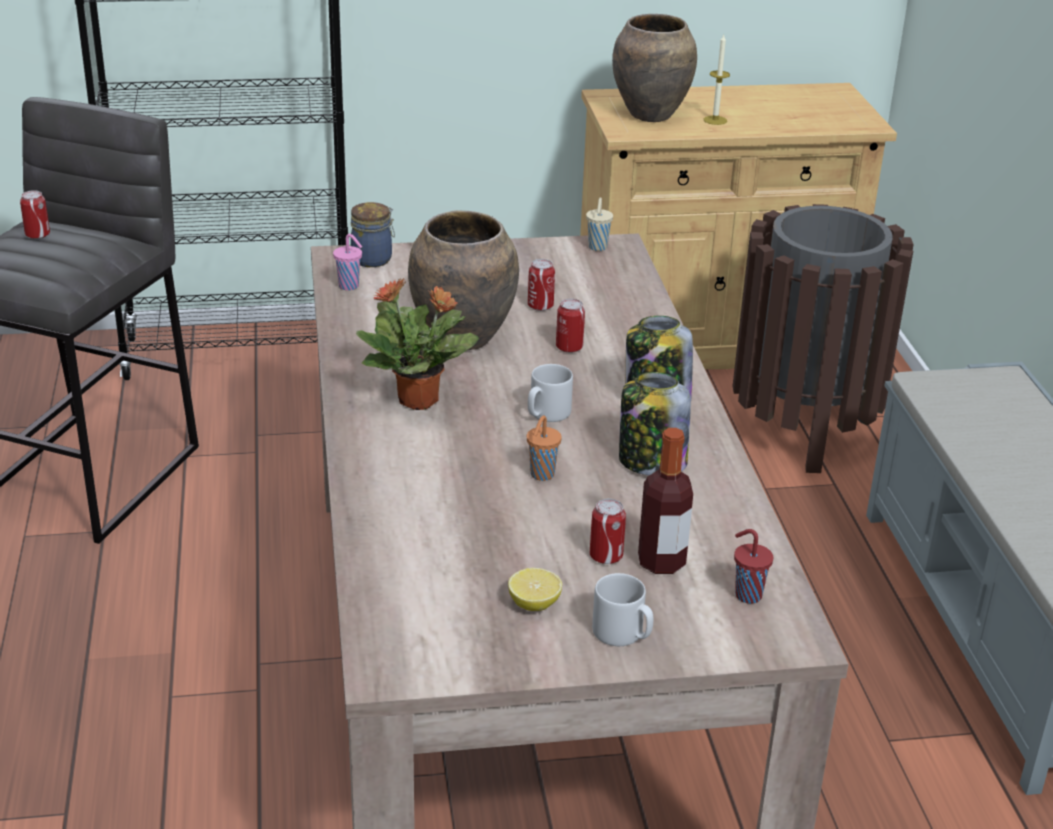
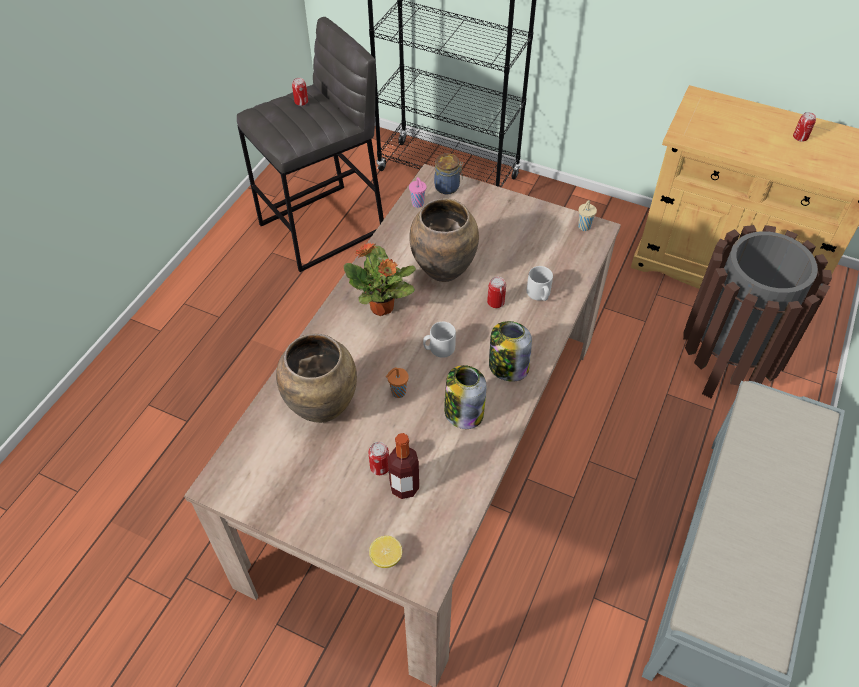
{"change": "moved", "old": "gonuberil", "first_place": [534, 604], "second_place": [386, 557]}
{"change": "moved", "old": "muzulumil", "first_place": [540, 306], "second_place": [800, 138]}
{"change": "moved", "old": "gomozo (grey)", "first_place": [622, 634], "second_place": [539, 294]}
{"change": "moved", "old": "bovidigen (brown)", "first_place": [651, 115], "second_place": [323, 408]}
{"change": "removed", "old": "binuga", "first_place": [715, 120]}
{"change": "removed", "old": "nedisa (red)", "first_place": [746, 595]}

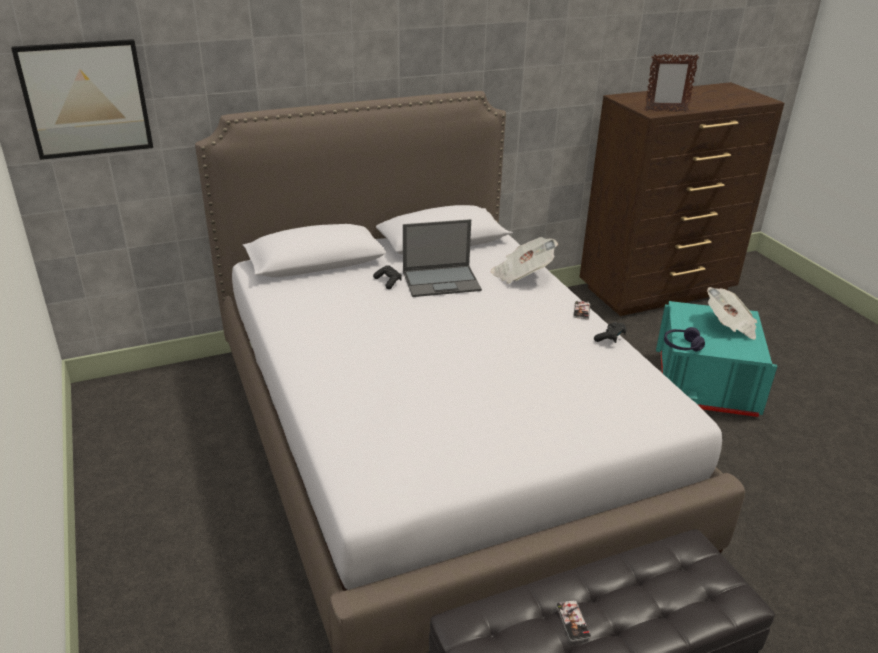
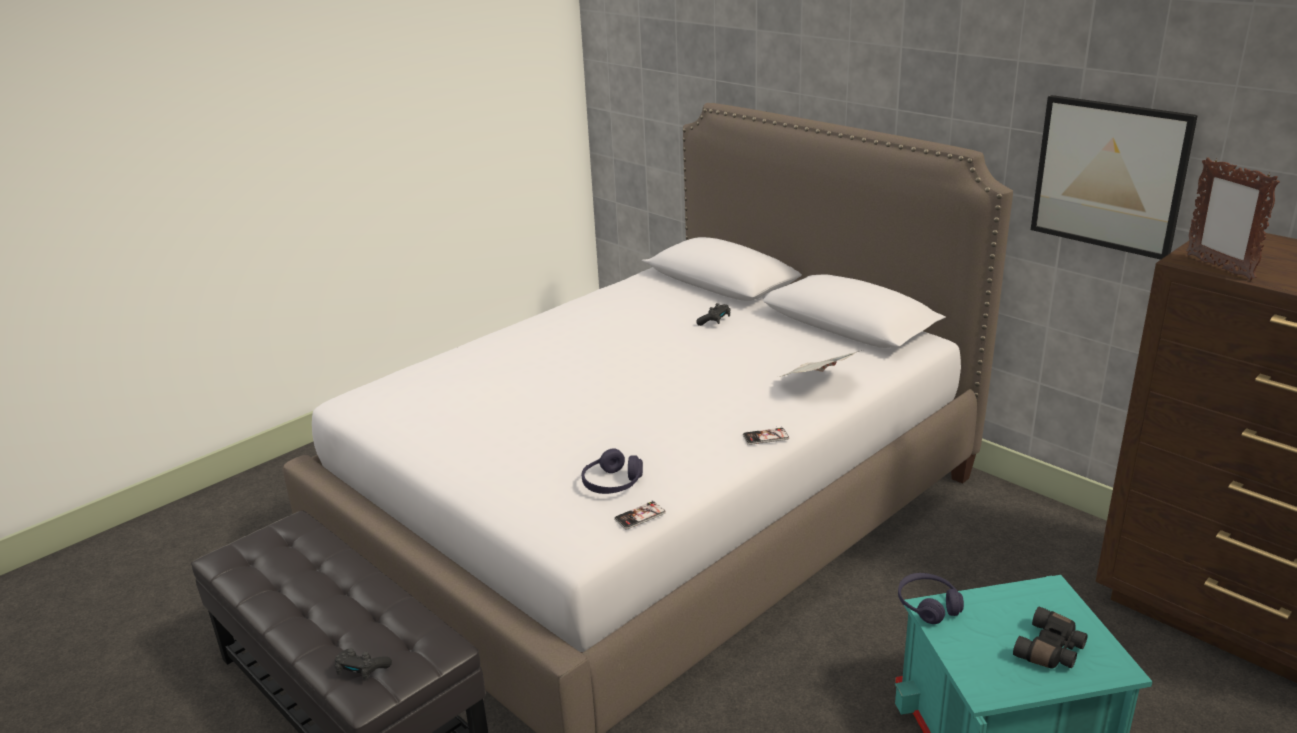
{"change": "moved", "old": "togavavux", "first_place": [86, 99], "second_place": [1109, 175]}
{"change": "removed", "old": "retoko", "first_place": [442, 281]}
{"change": "moved", "old": "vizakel", "first_place": [573, 621], "second_place": [640, 516]}
{"change": "moved", "old": "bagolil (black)", "first_place": [610, 338], "second_place": [361, 670]}
{"change": "replaced", "old": "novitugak", "new": "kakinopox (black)", "first_place": [730, 326], "second_place": [1051, 650]}
{"change": "added", "new": "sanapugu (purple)", "second_place": [612, 484]}

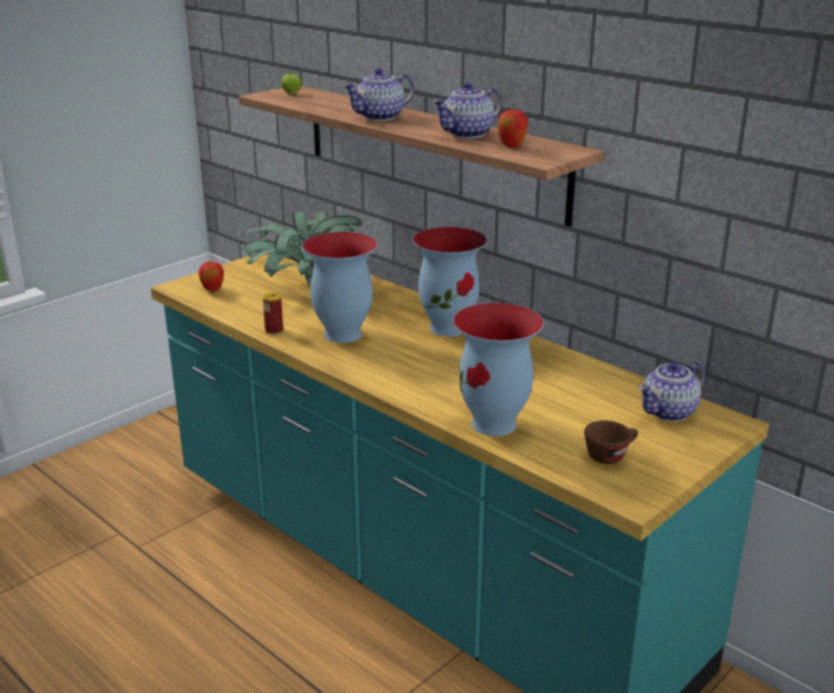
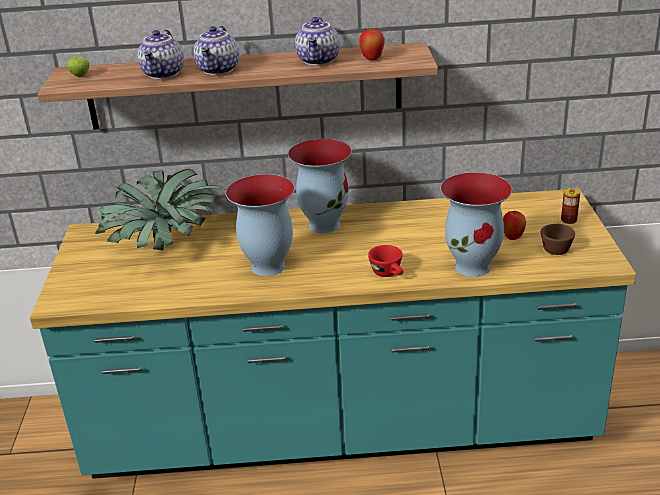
{"change": "moved", "old": "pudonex", "first_place": [213, 290], "second_place": [512, 238]}
{"change": "moved", "old": "muzulumil", "first_place": [274, 330], "second_place": [568, 220]}
{"change": "moved", "old": "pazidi", "first_place": [669, 413], "second_place": [164, 74]}
{"change": "added", "new": "nedisa (red)", "second_place": [389, 274]}

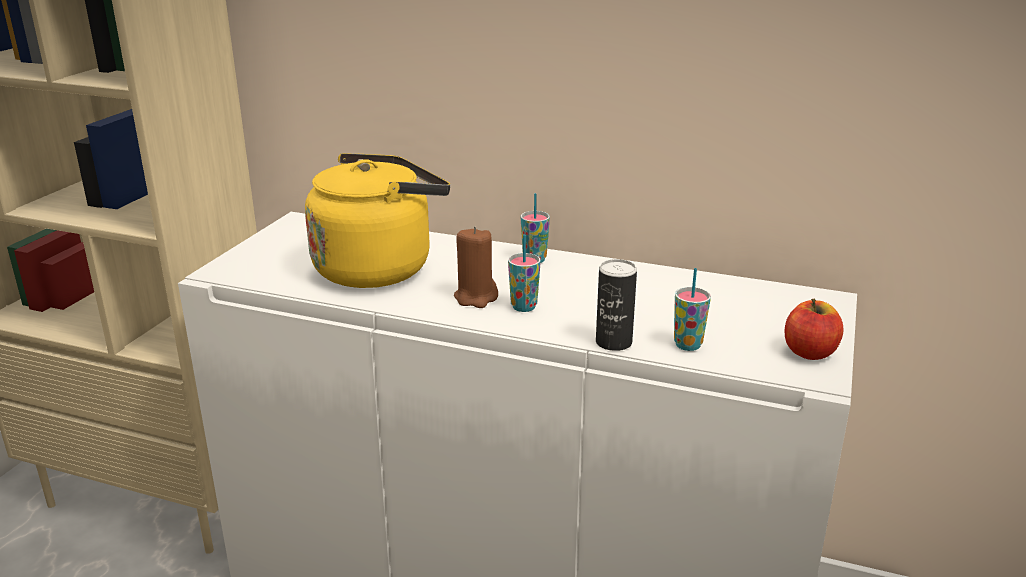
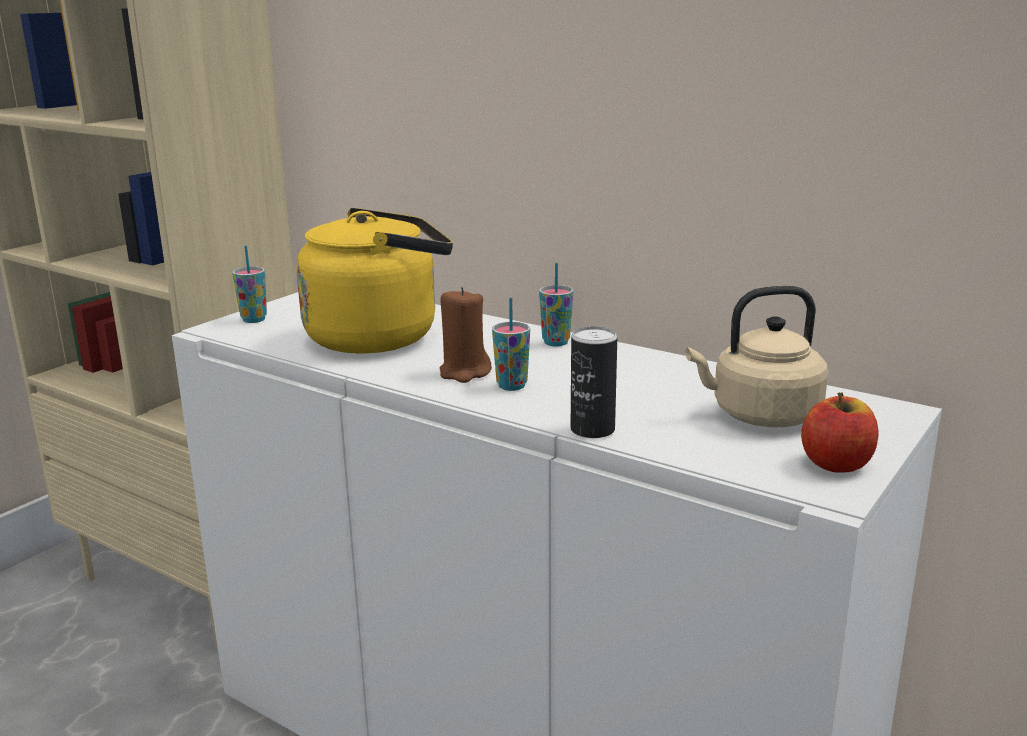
{"change": "moved", "old": "nedisa", "first_place": [688, 345], "second_place": [254, 319]}
{"change": "added", "new": "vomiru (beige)", "second_place": [760, 416]}

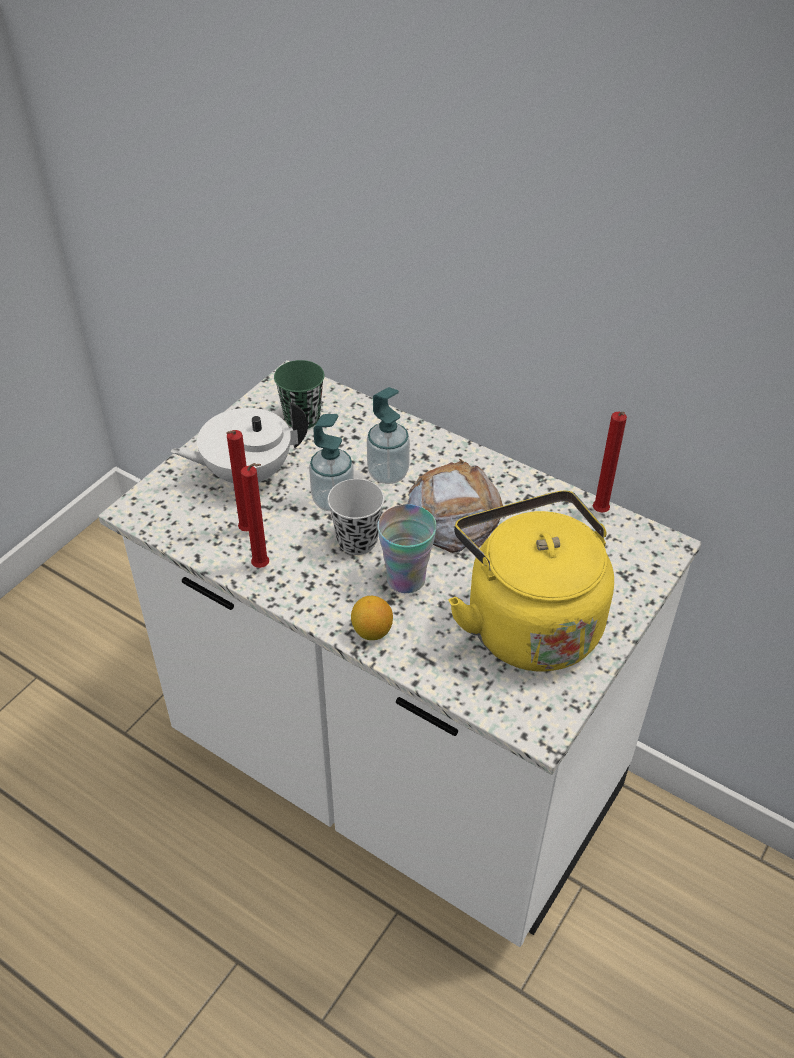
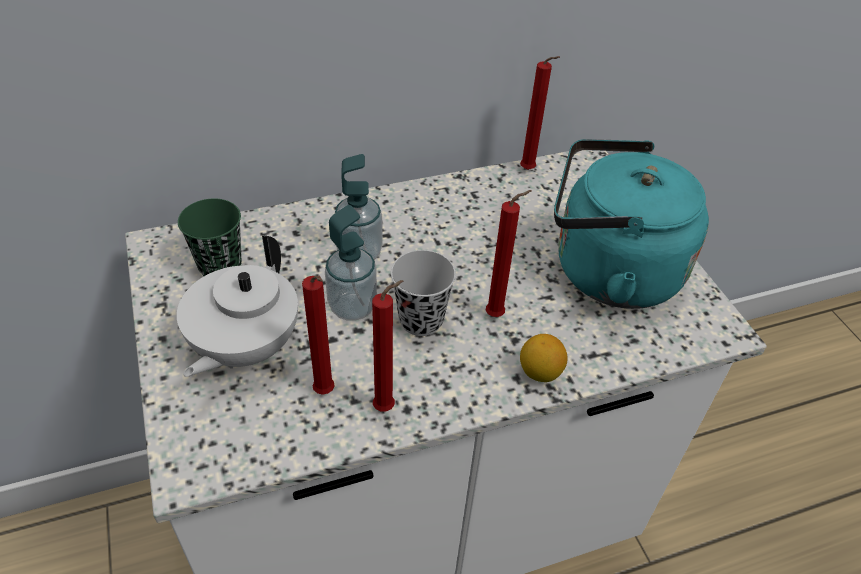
{"change": "replaced", "old": "nedisa", "new": "binuga (red)", "first_place": [406, 579], "second_place": [497, 315]}
{"change": "removed", "old": "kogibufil", "first_place": [453, 514]}
{"change": "recoloured", "old": "vomiru (yellow)", "new": "vomiru (turquoise)", "first_place": [528, 621], "second_place": [607, 271]}

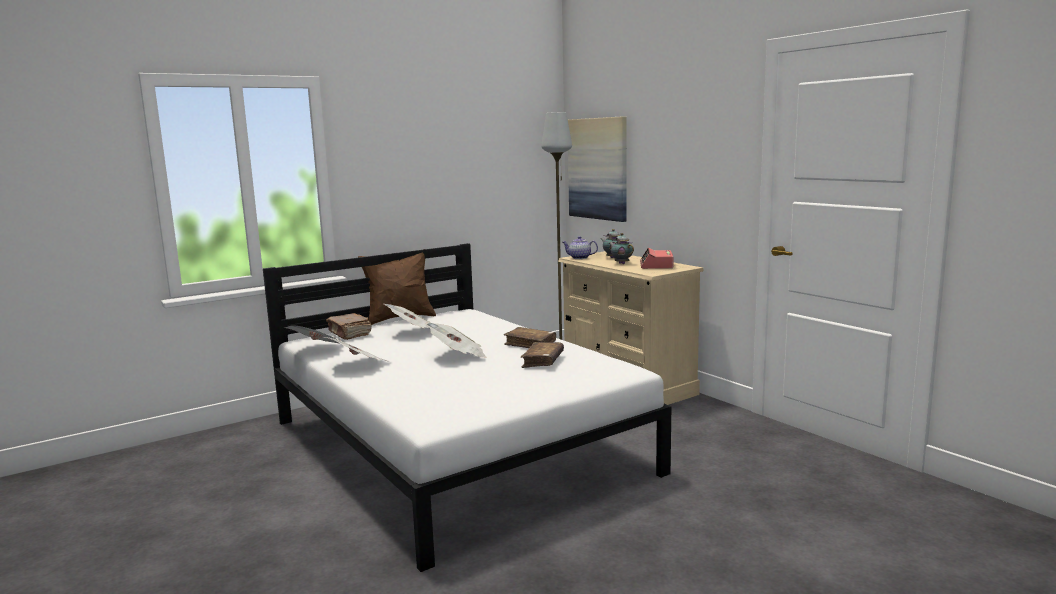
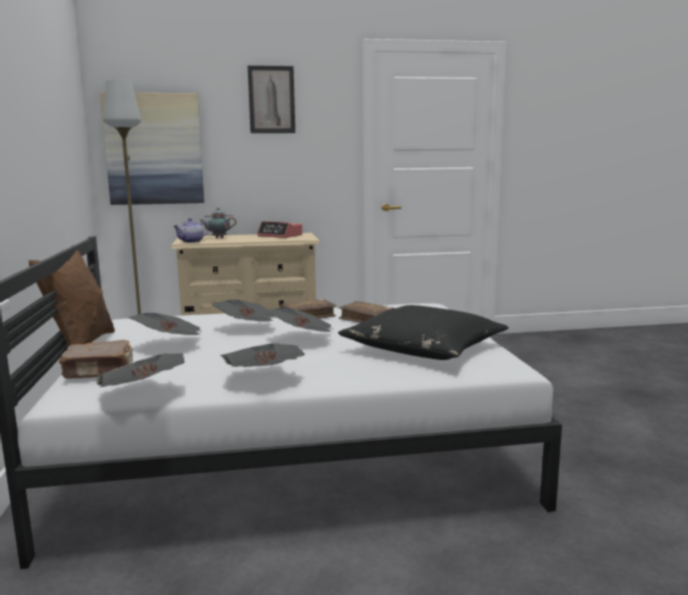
{"change": "removed", "old": "pazidi", "first_place": [621, 263]}
{"change": "added", "new": "novitugak", "second_place": [248, 329]}
{"change": "added", "new": "togavavux", "second_place": [271, 100]}
{"change": "added", "new": "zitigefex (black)", "second_place": [424, 348]}

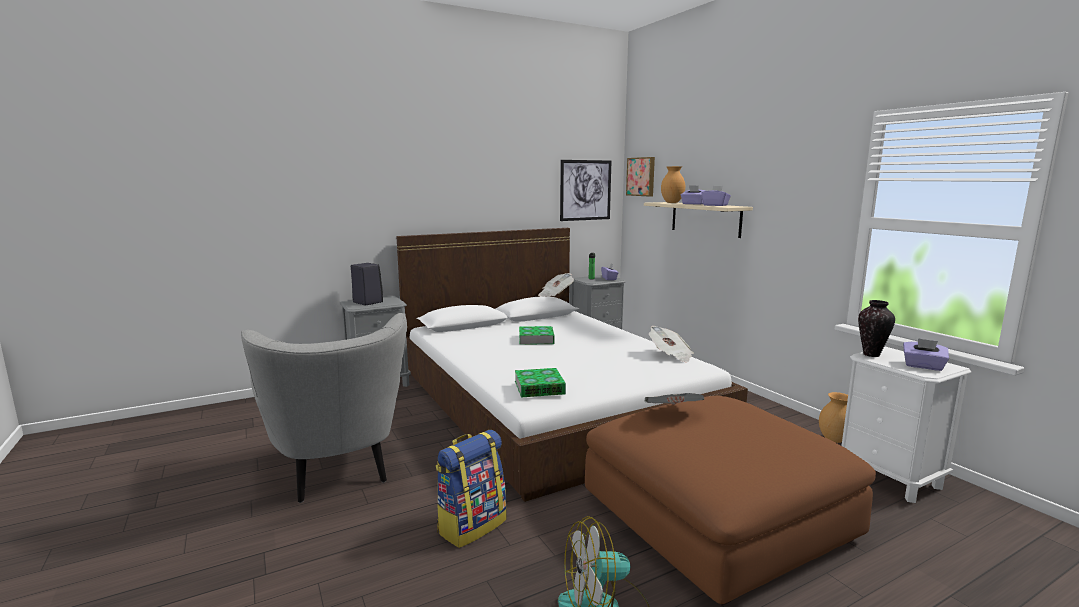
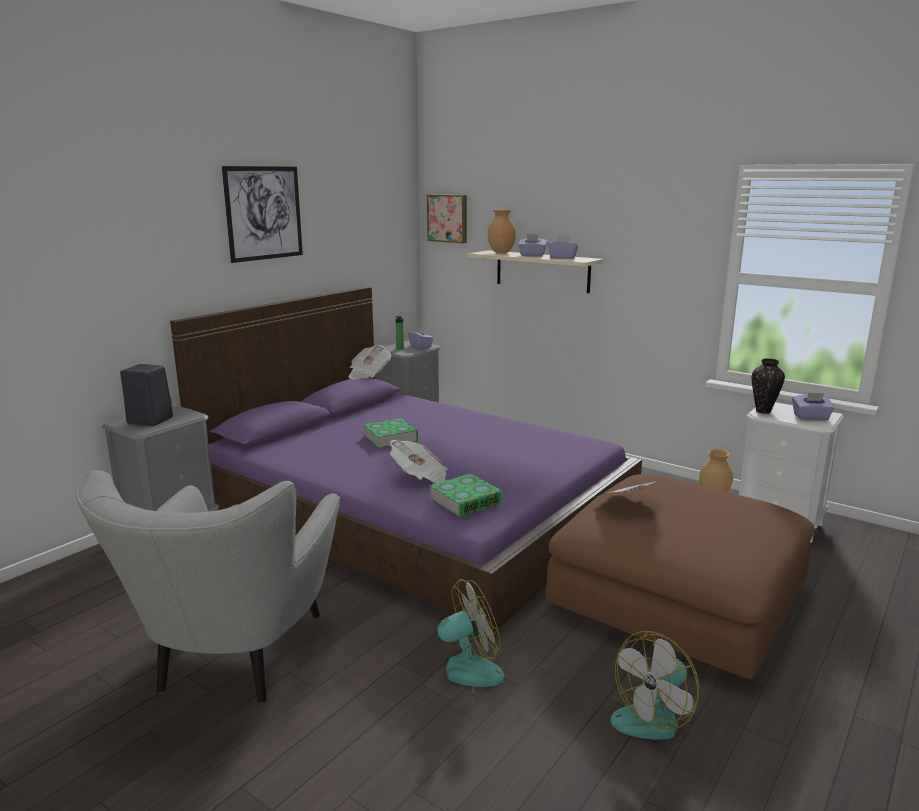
{"change": "turned", "old": "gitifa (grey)", "first_place": [337, 471], "second_place": [235, 660], "degrees": 60}
{"change": "recoloured", "old": "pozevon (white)", "new": "pozevon (purple)", "first_place": [550, 399], "second_place": [414, 507]}
{"change": "replaced", "old": "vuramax", "new": "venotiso", "first_place": [471, 525], "second_place": [460, 676]}
{"change": "moved", "old": "togavavux", "first_place": [585, 190], "second_place": [264, 213]}
{"change": "moved", "old": "novitugak", "first_place": [670, 356], "second_place": [420, 477]}

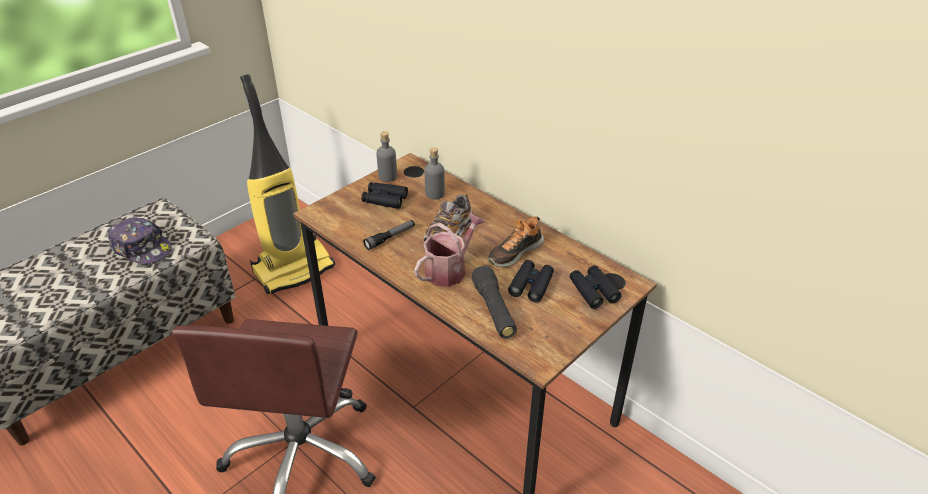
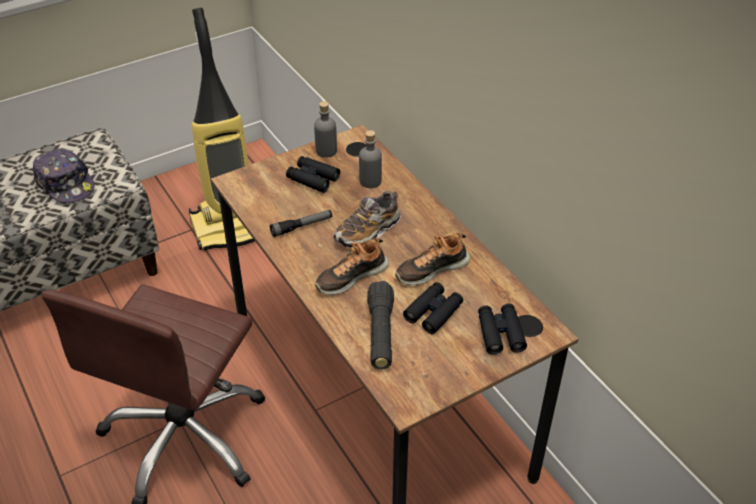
{"change": "replaced", "old": "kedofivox", "new": "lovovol", "first_place": [449, 269], "second_place": [351, 276]}

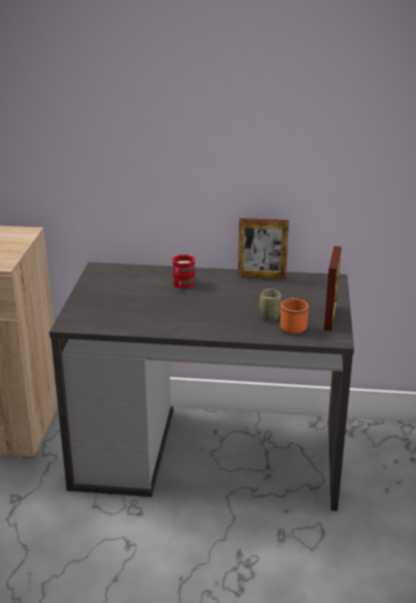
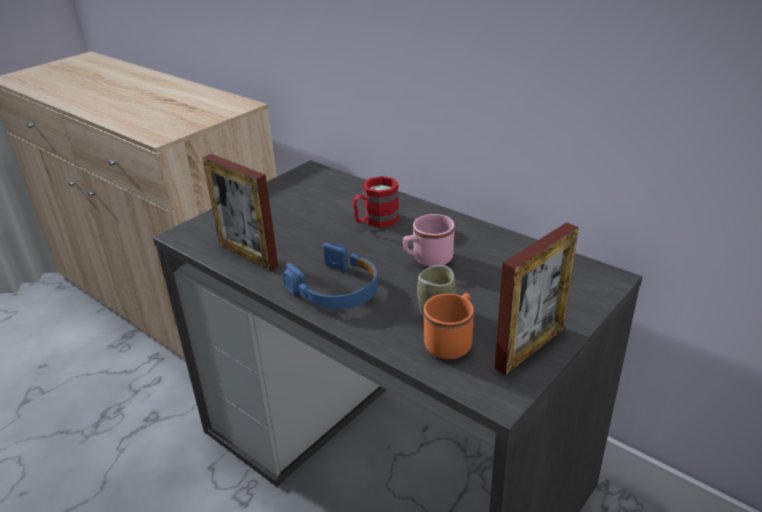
{"change": "moved", "old": "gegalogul", "first_place": [262, 276], "second_place": [248, 255]}
{"change": "added", "new": "sanapugu (blue)", "second_place": [336, 289]}
{"change": "added", "new": "gomozo (pink)", "second_place": [427, 260]}

